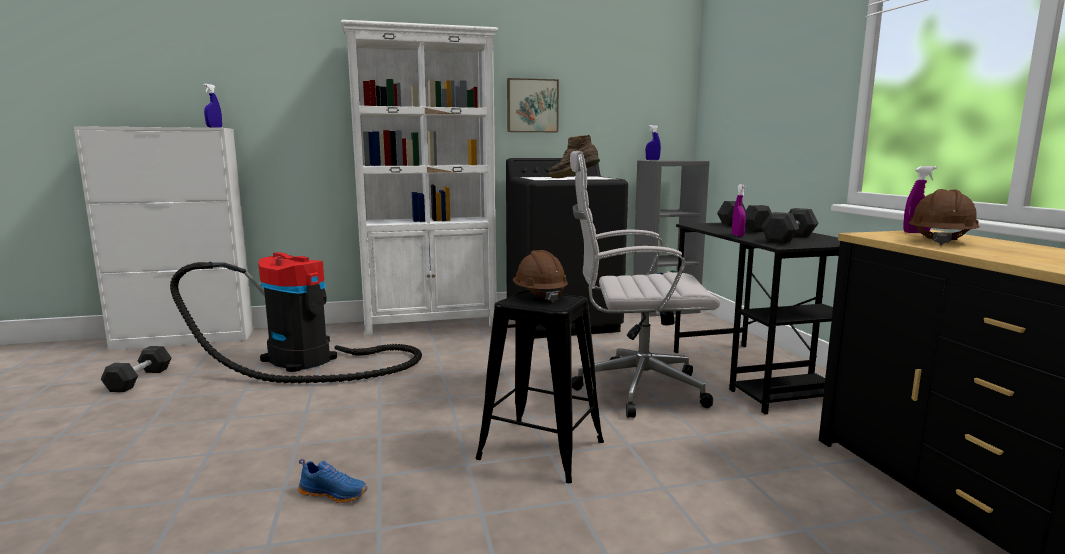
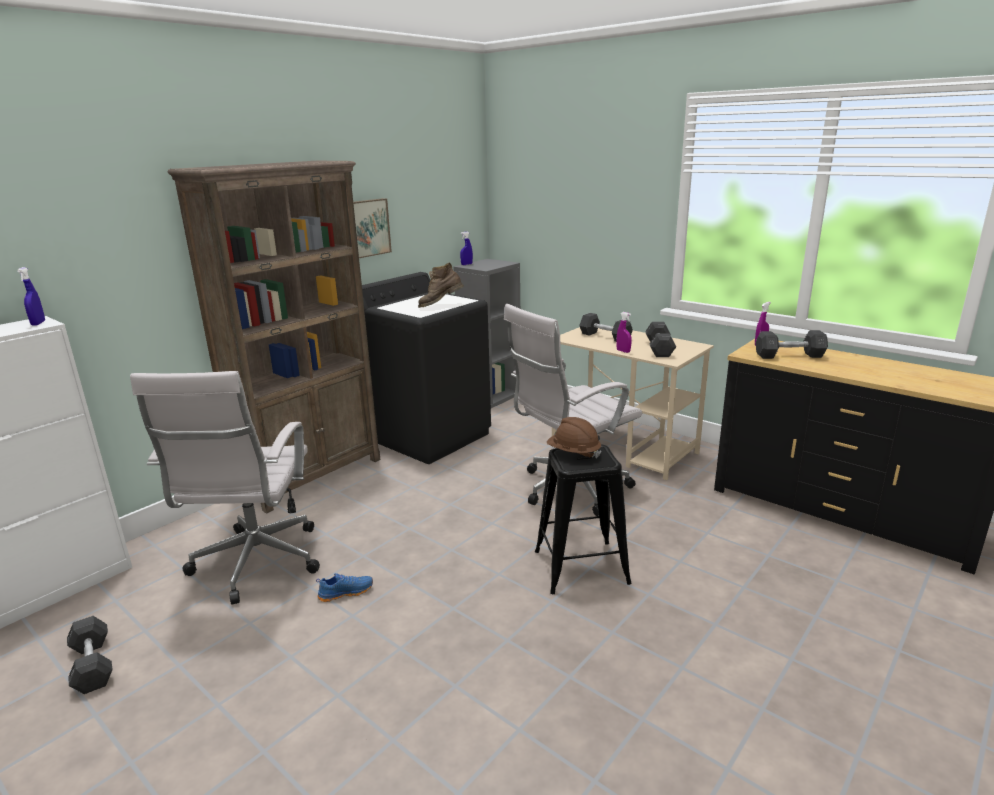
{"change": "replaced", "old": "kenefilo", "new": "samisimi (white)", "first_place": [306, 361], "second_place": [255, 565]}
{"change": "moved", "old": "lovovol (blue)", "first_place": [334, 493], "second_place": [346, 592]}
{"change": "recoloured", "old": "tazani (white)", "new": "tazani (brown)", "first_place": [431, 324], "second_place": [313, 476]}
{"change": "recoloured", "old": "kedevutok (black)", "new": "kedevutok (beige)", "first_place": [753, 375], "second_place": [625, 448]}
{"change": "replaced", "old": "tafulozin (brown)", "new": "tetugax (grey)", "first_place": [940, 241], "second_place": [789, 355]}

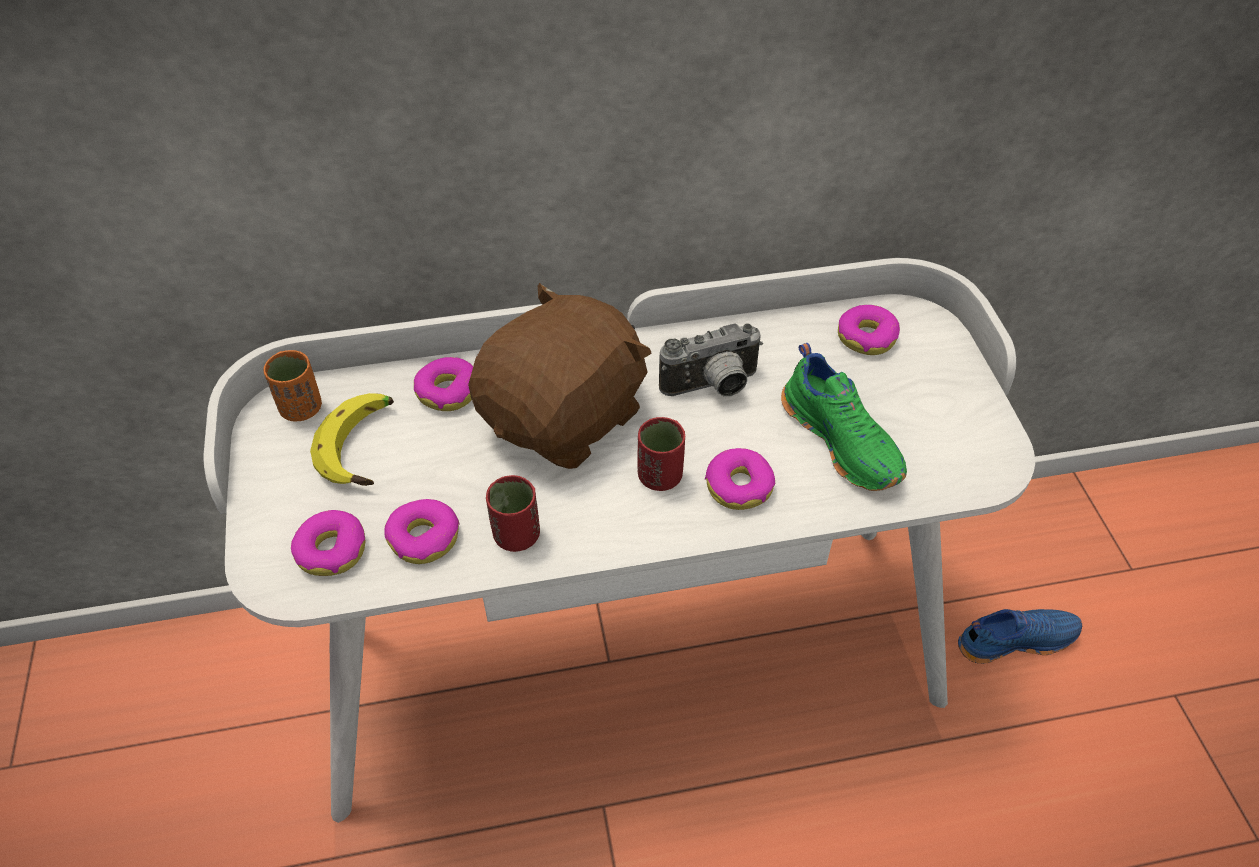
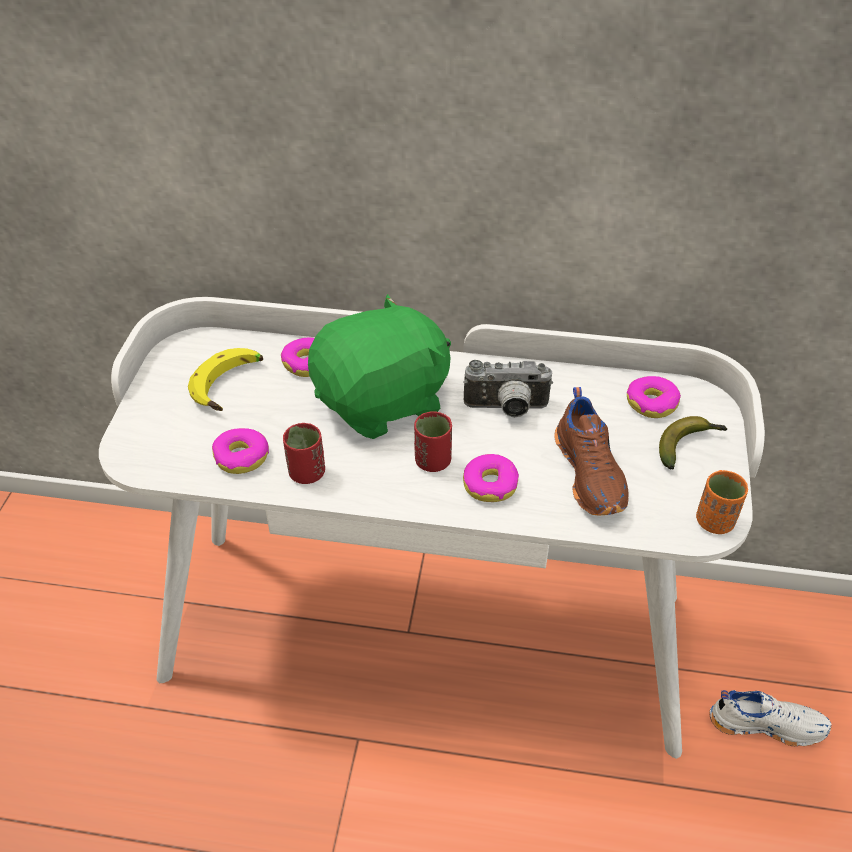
{"change": "moved", "old": "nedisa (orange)", "first_place": [301, 408], "second_place": [715, 522]}
{"change": "removed", "old": "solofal", "first_place": [332, 550]}
{"change": "recoloured", "old": "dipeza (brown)", "new": "dipeza (green)", "first_place": [565, 418], "second_place": [383, 402]}
{"change": "recoloured", "old": "lovovol (green)", "new": "lovovol (brown)", "first_place": [843, 440], "second_place": [591, 473]}
{"change": "recoloured", "old": "lovovol (blue)", "new": "lovovol (white)", "first_place": [1014, 639], "second_place": [766, 723]}
{"change": "added", "new": "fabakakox", "second_place": [688, 446]}

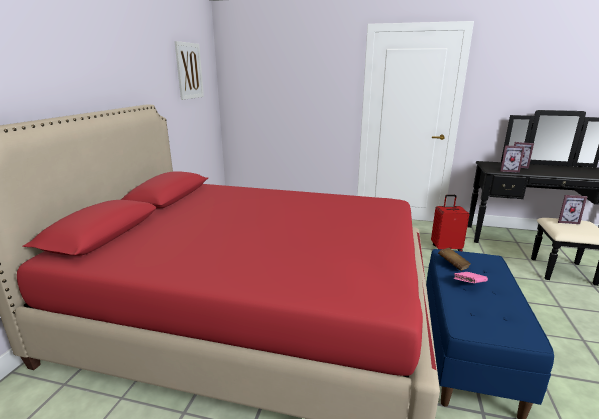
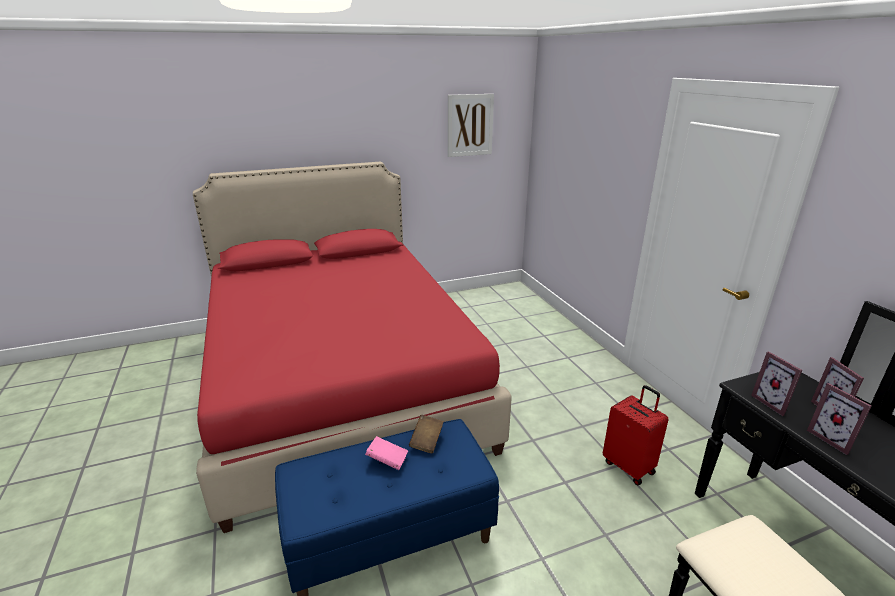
{"change": "moved", "old": "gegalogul", "first_place": [566, 221], "second_place": [833, 439]}

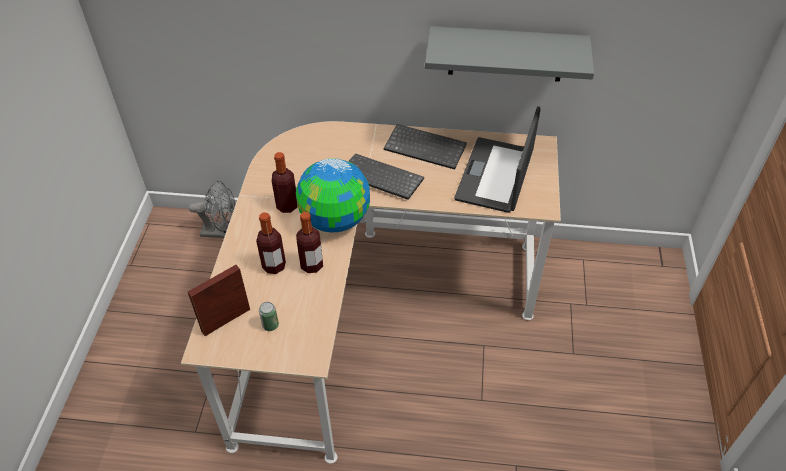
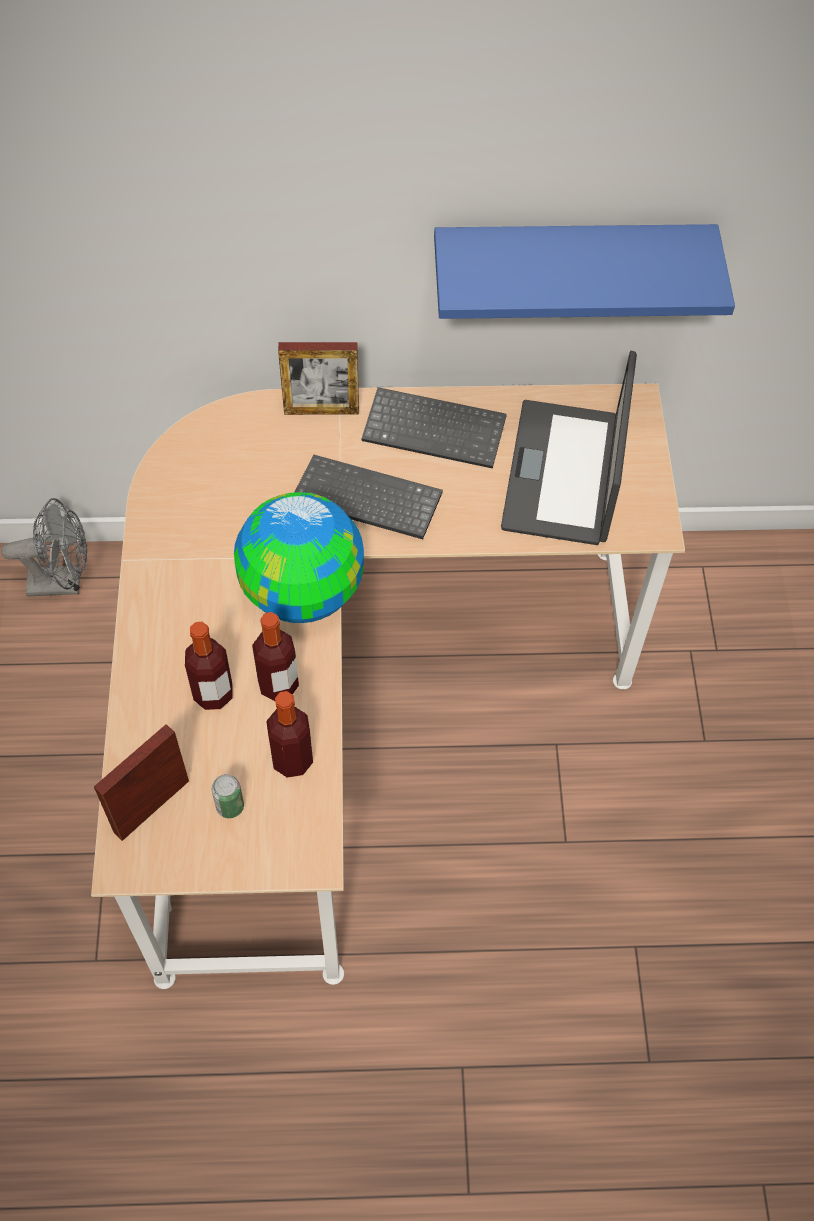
{"change": "moved", "old": "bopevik", "first_place": [287, 206], "second_place": [292, 760]}
{"change": "recoloured", "old": "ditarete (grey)", "new": "ditarete (blue)", "first_place": [506, 54], "second_place": [570, 262]}
{"change": "added", "new": "gegalogul", "second_place": [321, 410]}

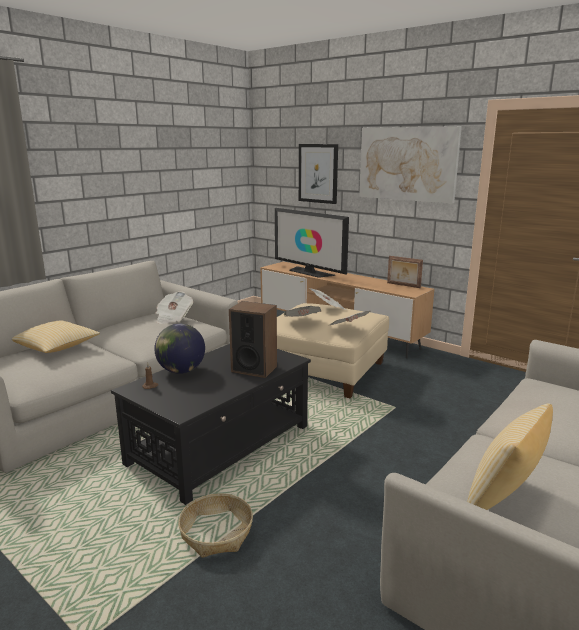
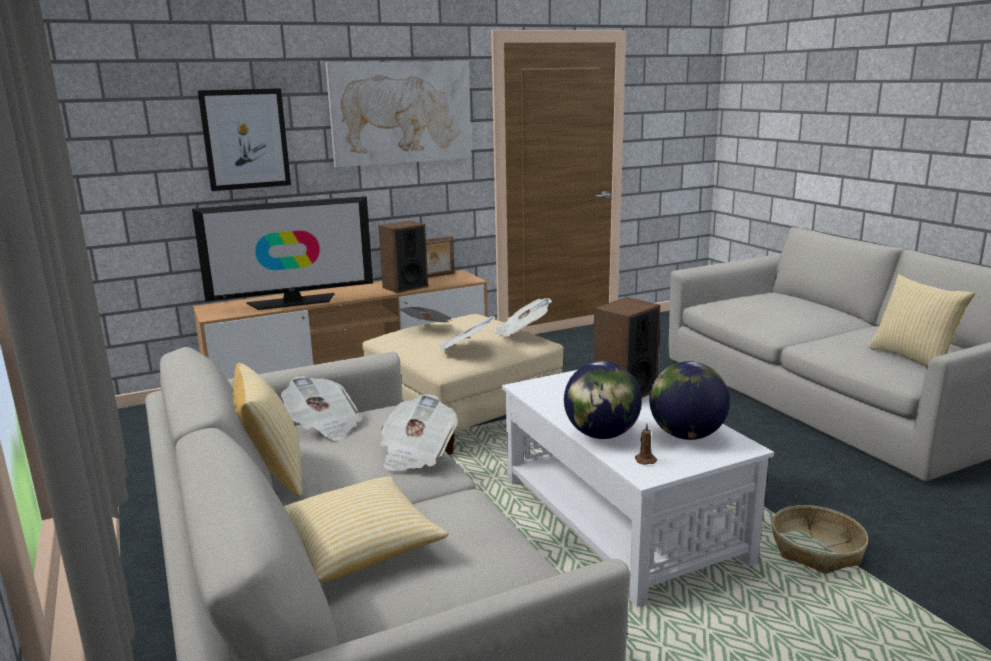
{"change": "recoloured", "old": "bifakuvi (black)", "new": "bifakuvi (white)", "first_place": [221, 444], "second_place": [619, 517]}
{"change": "added", "new": "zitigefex", "second_place": [272, 475]}
{"change": "added", "new": "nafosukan", "second_place": [405, 287]}
{"change": "added", "new": "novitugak", "second_place": [416, 453]}
{"change": "added", "new": "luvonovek", "second_place": [686, 435]}

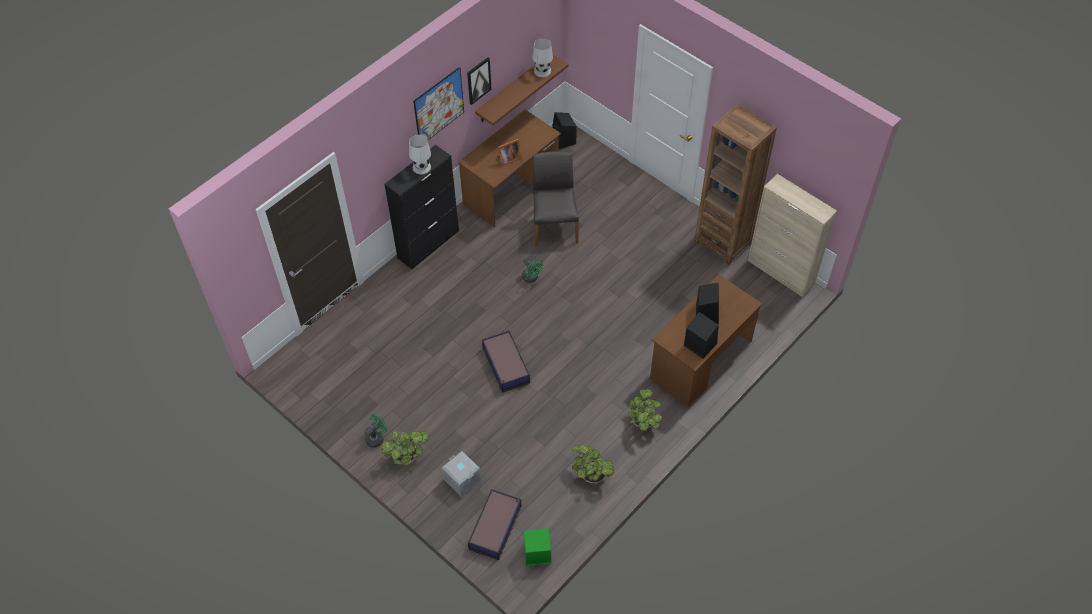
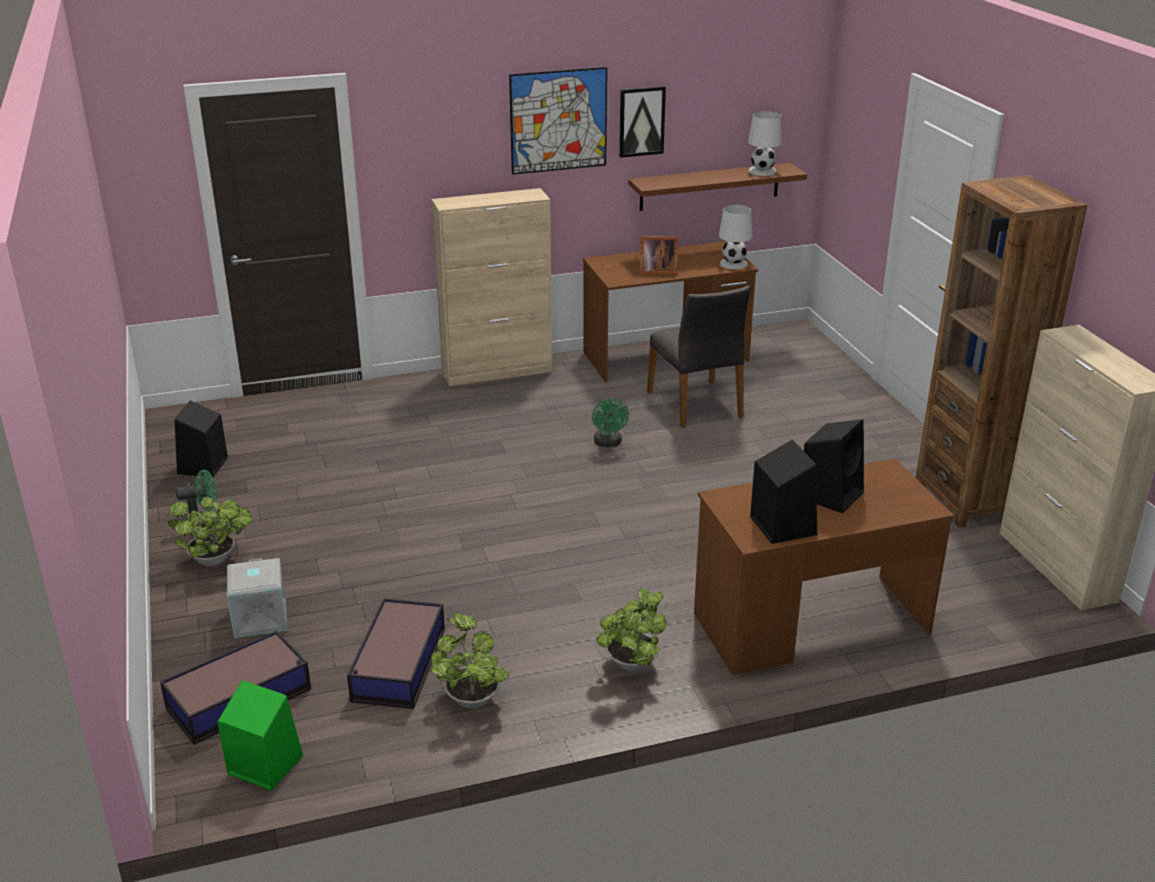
{"change": "recoloured", "old": "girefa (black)", "new": "girefa (beige)", "first_place": [428, 244], "second_place": [497, 371]}
{"change": "moved", "old": "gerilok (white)", "first_place": [421, 167], "second_place": [733, 264]}
{"change": "moved", "old": "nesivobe", "first_place": [506, 366], "second_place": [398, 665]}
{"change": "turned", "old": "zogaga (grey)", "first_place": [554, 225], "second_place": [696, 404], "degrees": 135}
{"change": "moved", "old": "nafosukan (black)", "first_place": [564, 140], "second_place": [202, 466]}

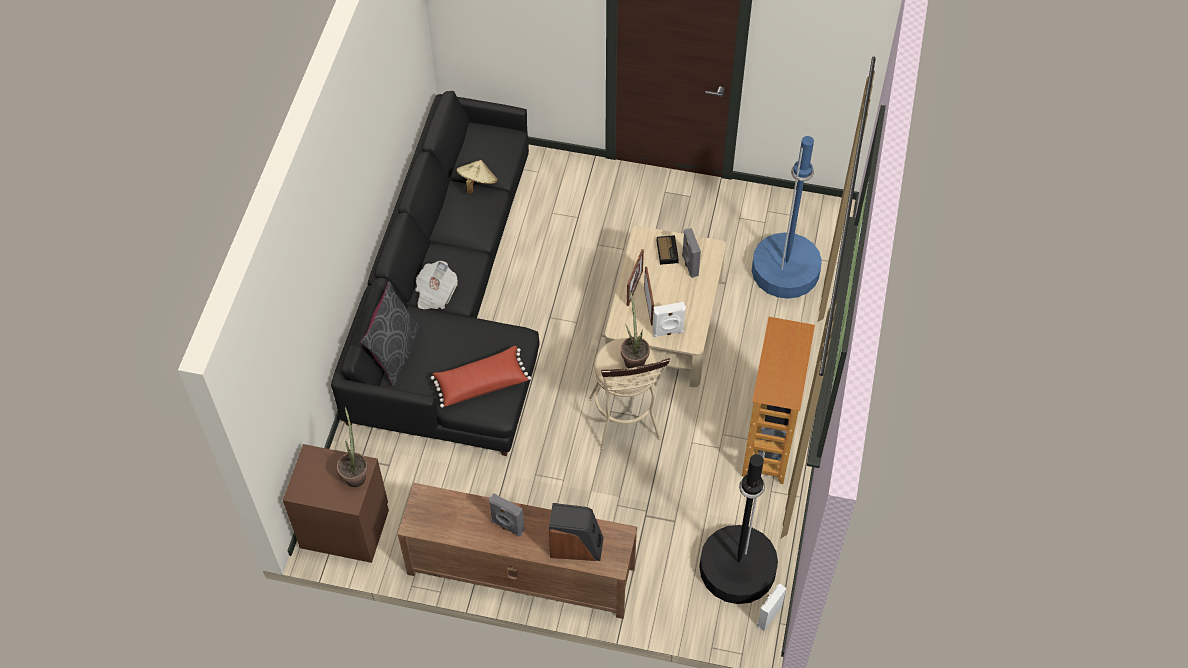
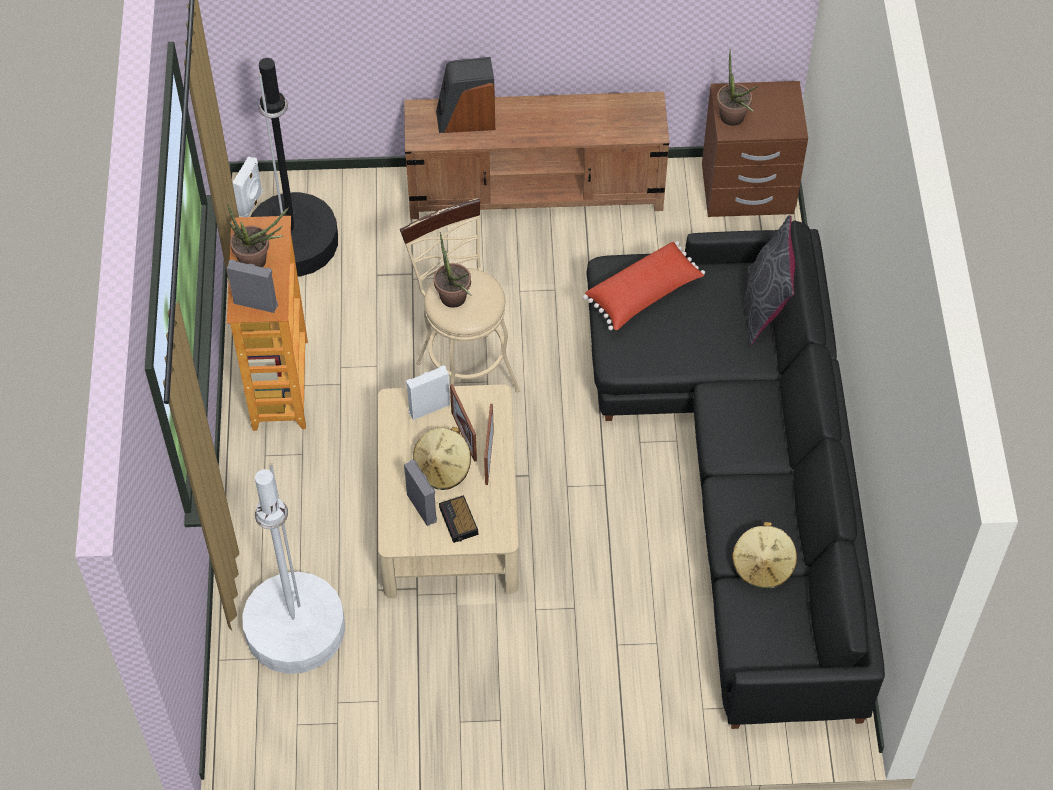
{"change": "removed", "old": "novitugak", "first_place": [435, 293]}
{"change": "moved", "old": "nafosukan (grey)", "first_place": [507, 526], "second_place": [256, 303]}
{"change": "recoloured", "old": "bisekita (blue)", "new": "bisekita (white)", "first_place": [785, 270], "second_place": [295, 629]}
{"change": "added", "new": "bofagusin", "second_place": [259, 262]}
{"change": "added", "new": "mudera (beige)", "second_place": [443, 468]}

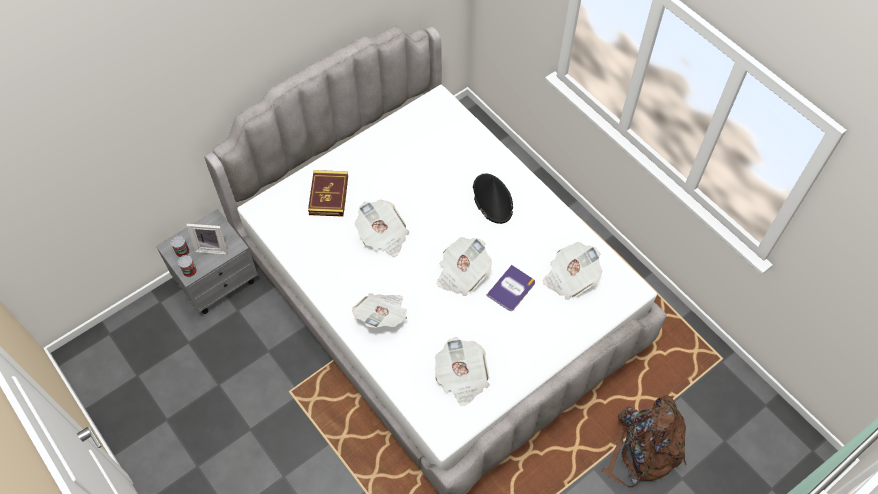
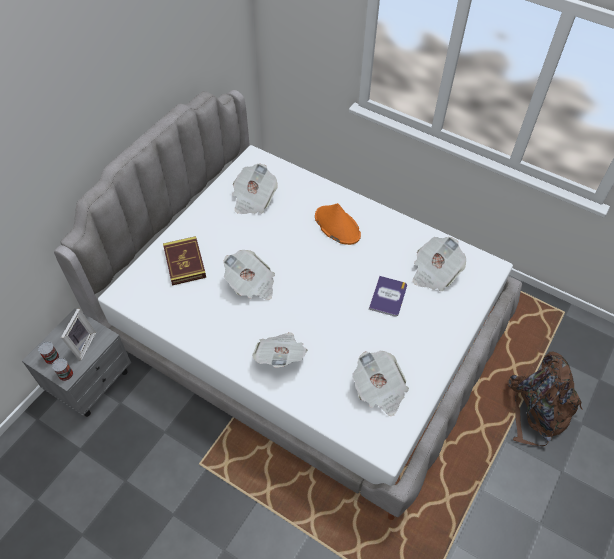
{"change": "turned", "old": "gegalogul", "first_place": [212, 247], "second_place": [81, 344], "degrees": -60}
{"change": "moved", "old": "novitugak", "first_place": [462, 274], "second_place": [253, 199]}
{"change": "recoloured", "old": "mudera (black)", "new": "mudera (orange)", "first_place": [492, 199], "second_place": [337, 225]}

